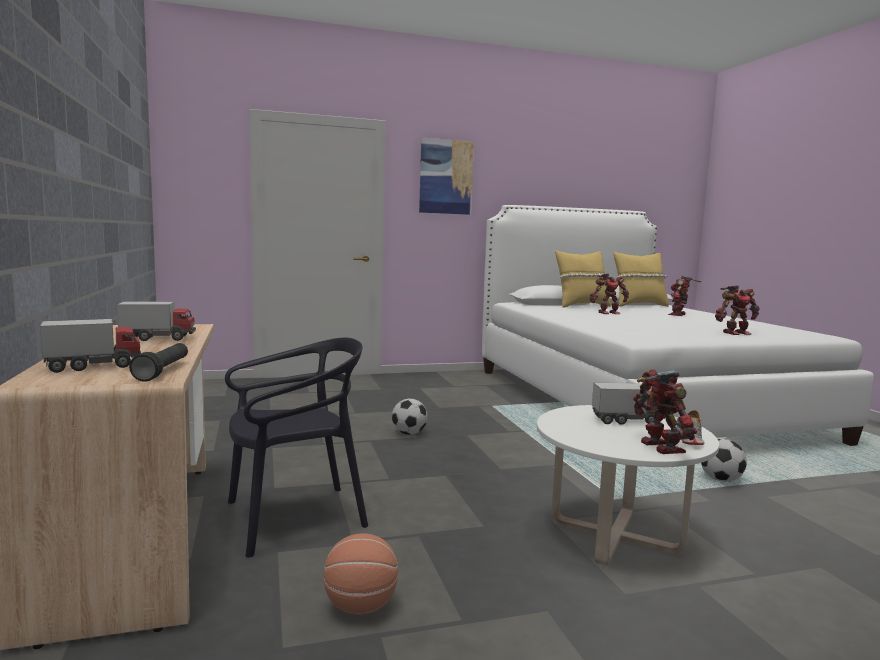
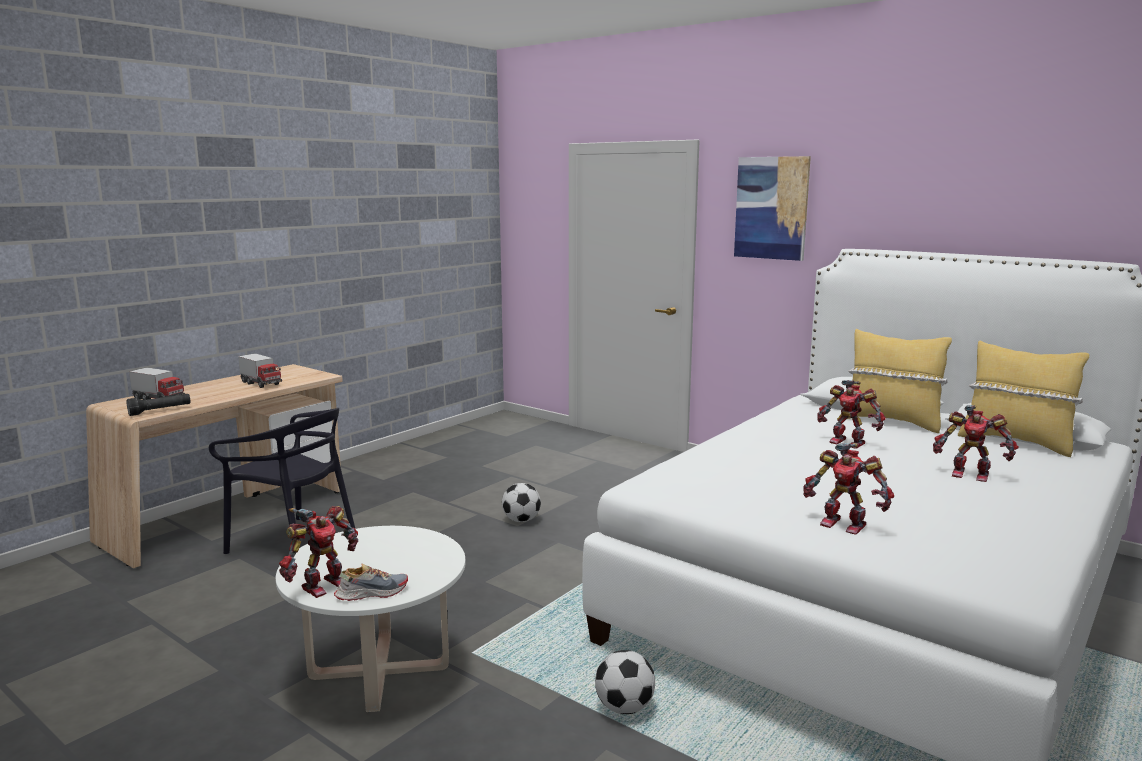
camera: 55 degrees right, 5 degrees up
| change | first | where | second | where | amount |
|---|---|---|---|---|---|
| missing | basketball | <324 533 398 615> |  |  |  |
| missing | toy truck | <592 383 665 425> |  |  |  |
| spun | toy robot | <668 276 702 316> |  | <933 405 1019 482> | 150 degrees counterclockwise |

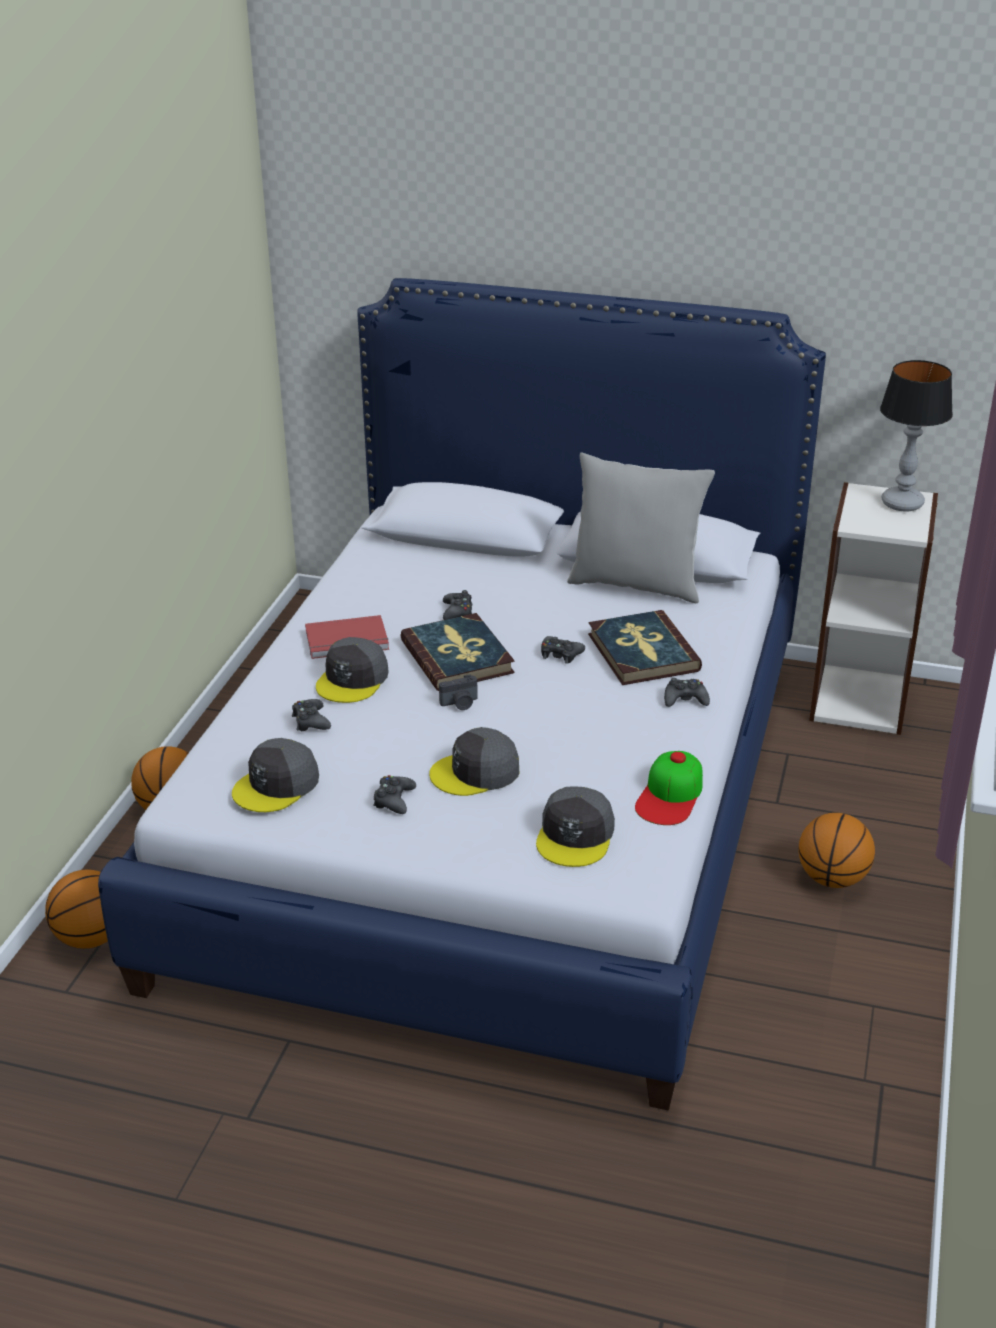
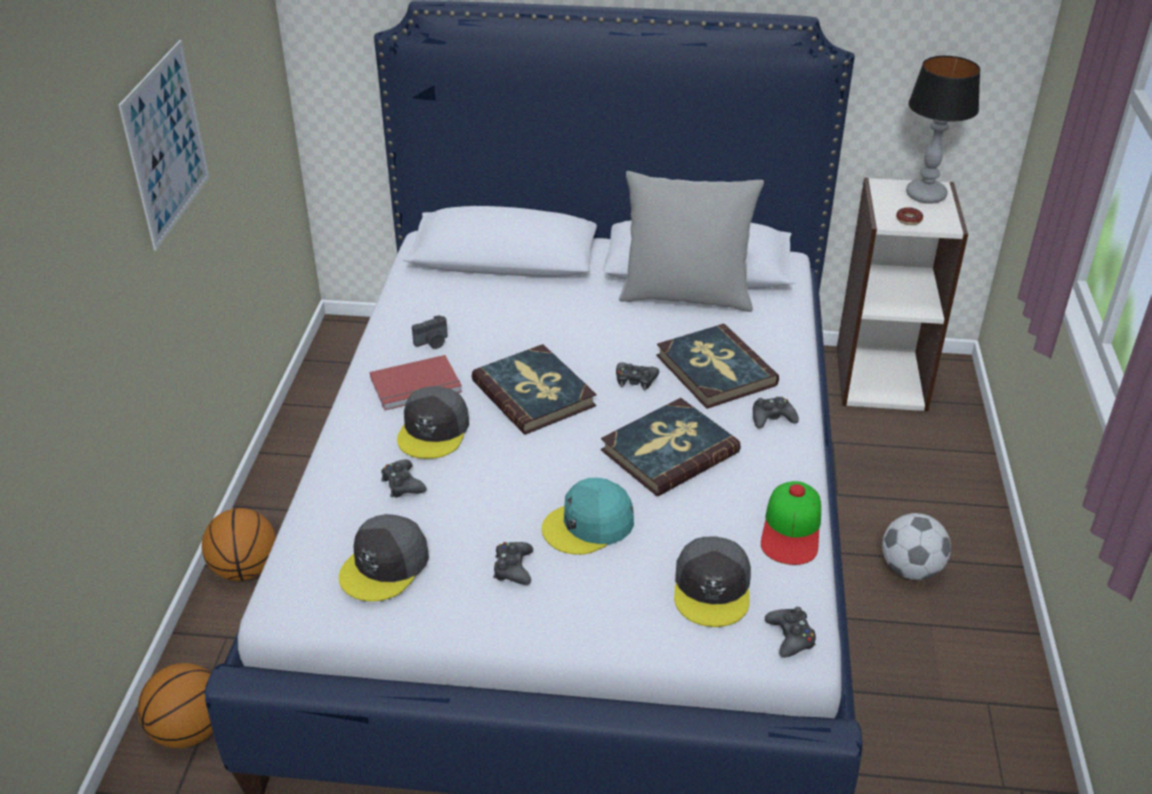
camera: 10 degrees left, 5 degrees up
| change | first | where | second | where | amount |
|---|---|---|---|---|---|
| colour | cap (grey) | <429 727 519 796> | cap (turquoise) | <542 478 634 555> |  |
| relocated | photo camera | <439 674 478 710> |  | <412 315 448 349> |  |
| relocated | game controller (black) | <443 590 473 620> |  | <765 607 816 658> |  |
| exchanged | basketball | <798 813 875 888> | football | <882 513 951 580> |  |
| appeared |  |  | picture | <118 40 210 251> |  |
| appeared |  |  | book | <601 398 741 496> |  |
| appeared |  |  | donut | <896 207 923 225> |  |

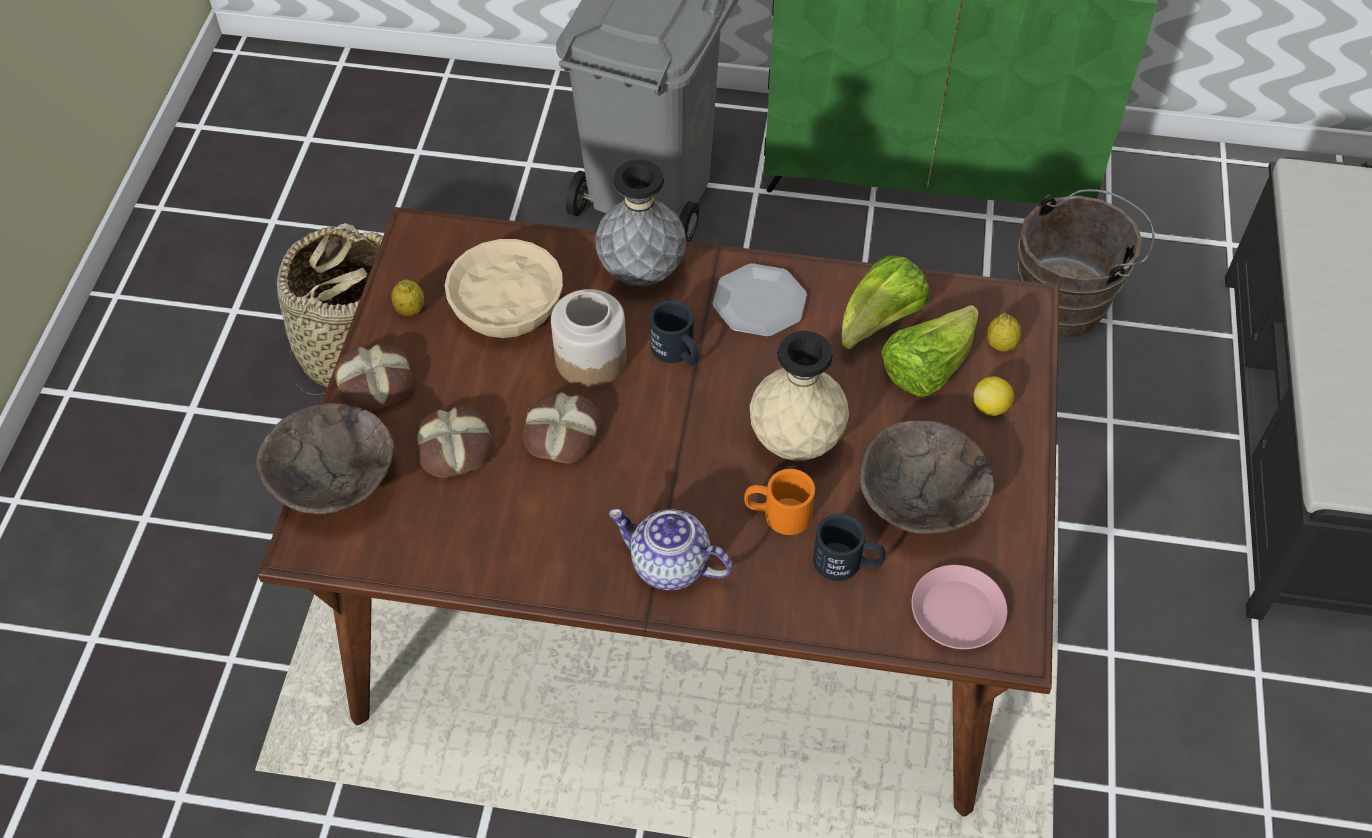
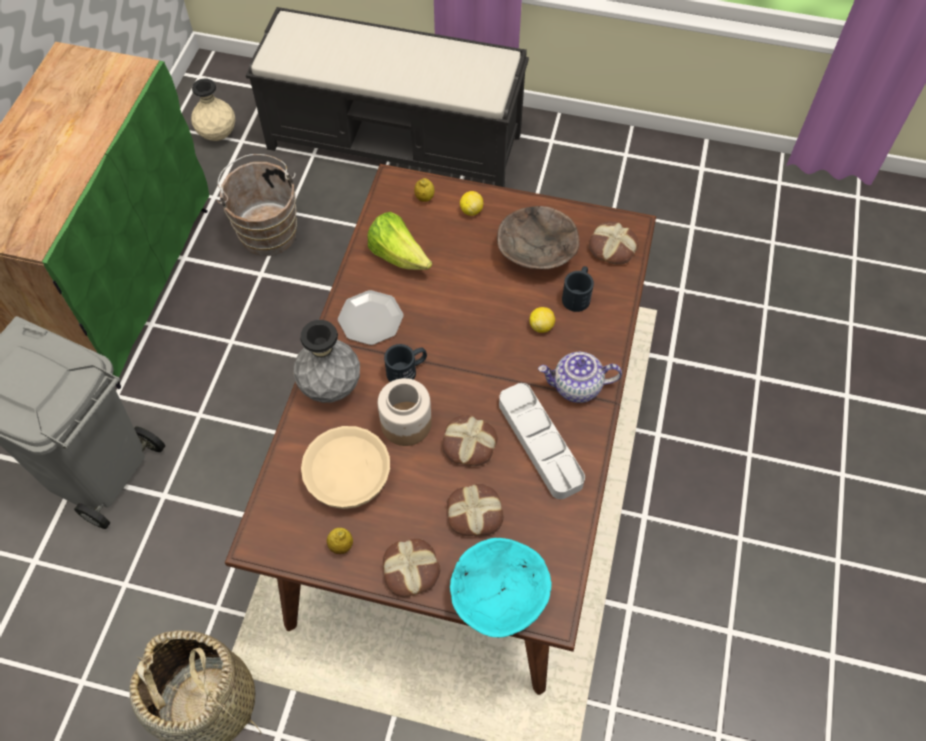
camera: 85 degrees left, 5 degrees up
| change | first | where | second | where | amount |
|---|---|---|---|---|---|
| colour | bowl (brown) | <256 403 394 514> | bowl (turquoise) | <450 538 552 637> |  |
| spun | teapot | <609 509 733 590> |  | <538 352 622 403> | 60 degrees clockwise |
| exchanged | mug (orange) | <744 469 815 535> | lemon | <529 307 555 333> |  |
| relocated | vase (beige) | <750 331 849 461> |  | <191 79 235 141> |  |
| missing | lettuce | <881 305 979 397> |  |  |  |
| exchanged | plate (pink) | <912 565 1007 649> | bread | <589 221 639 265> |  |
| appeared |  |  | tray (grey) | <499 383 585 499> |  |

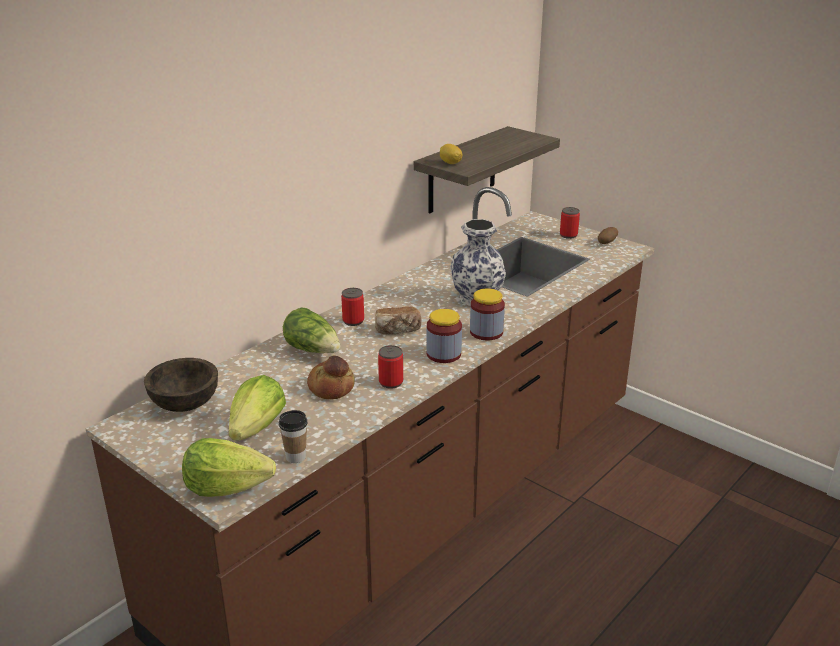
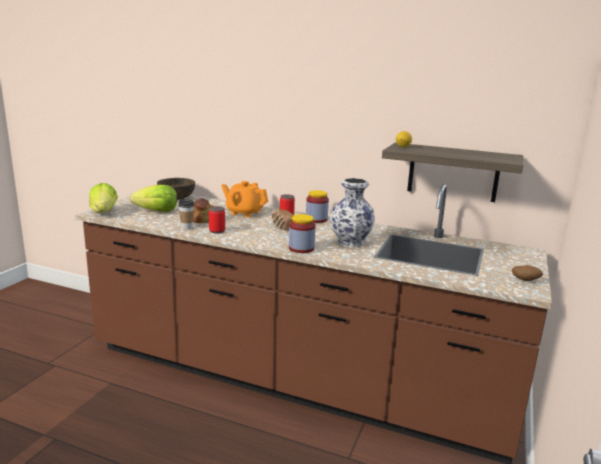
camera: 70 degrees right, 10 degrees down
| change | first | where | second | where | amount |
|---|---|---|---|---|---|
| relocated | cup | <279 410 307 463> |  | <178 199 195 230> |  |
| exchanged | lettuce | <283 307 340 353> | teapot (orange) | <221 181 268 217> |  |
| relocated | jar | <426 309 462 363> |  | <306 190 329 223> |  |
| missing | can | <560 207 580 239> |  |  |  |

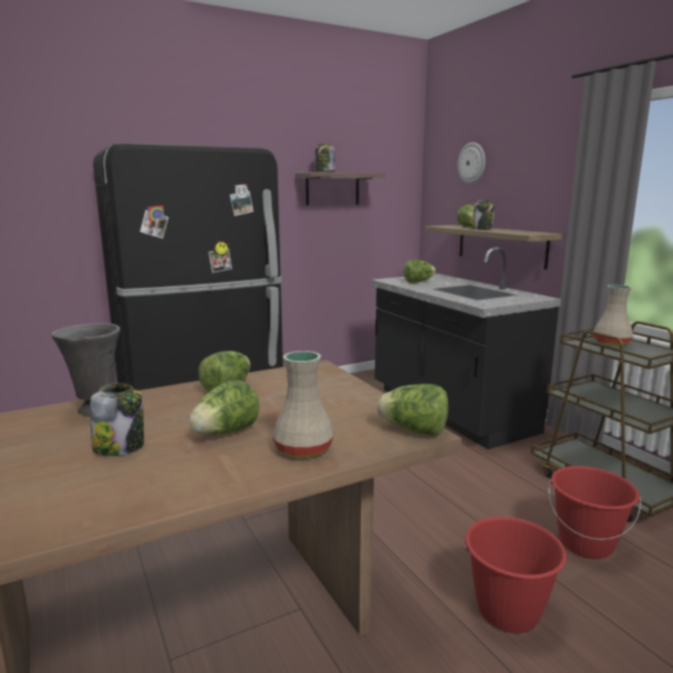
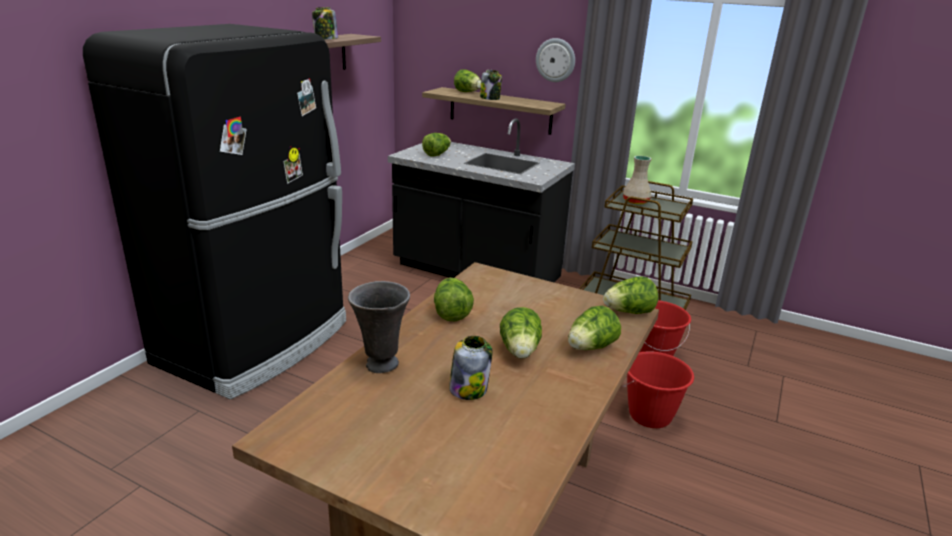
camera: 35 degrees left, 10 degrees up
| change | first | where | second | where | amount |
|---|---|---|---|---|---|
| exchanged | vase (beige) | <273 351 334 458> | lettuce | <568 306 621 350> |  |
| relocated | wall clock | <458 142 485 184> |  | <536 38 575 82> |  |

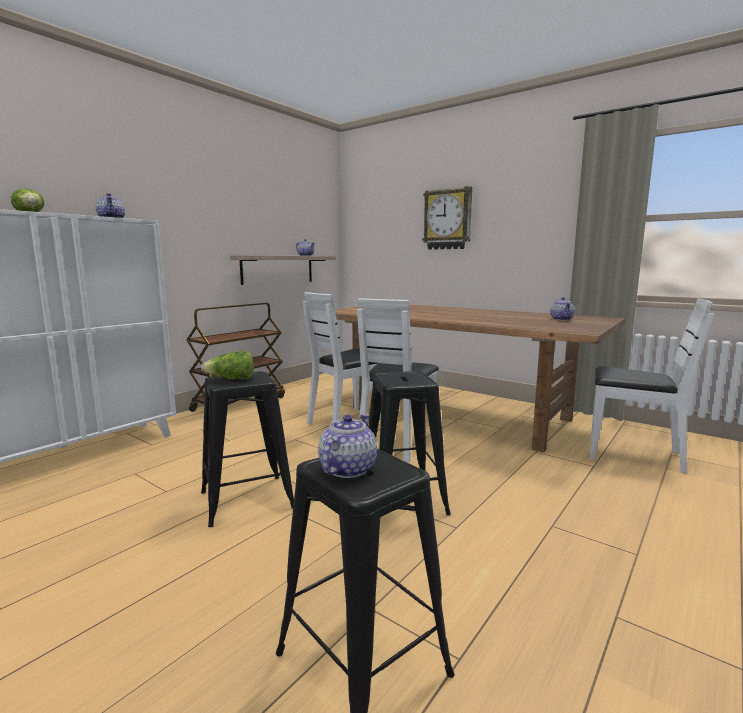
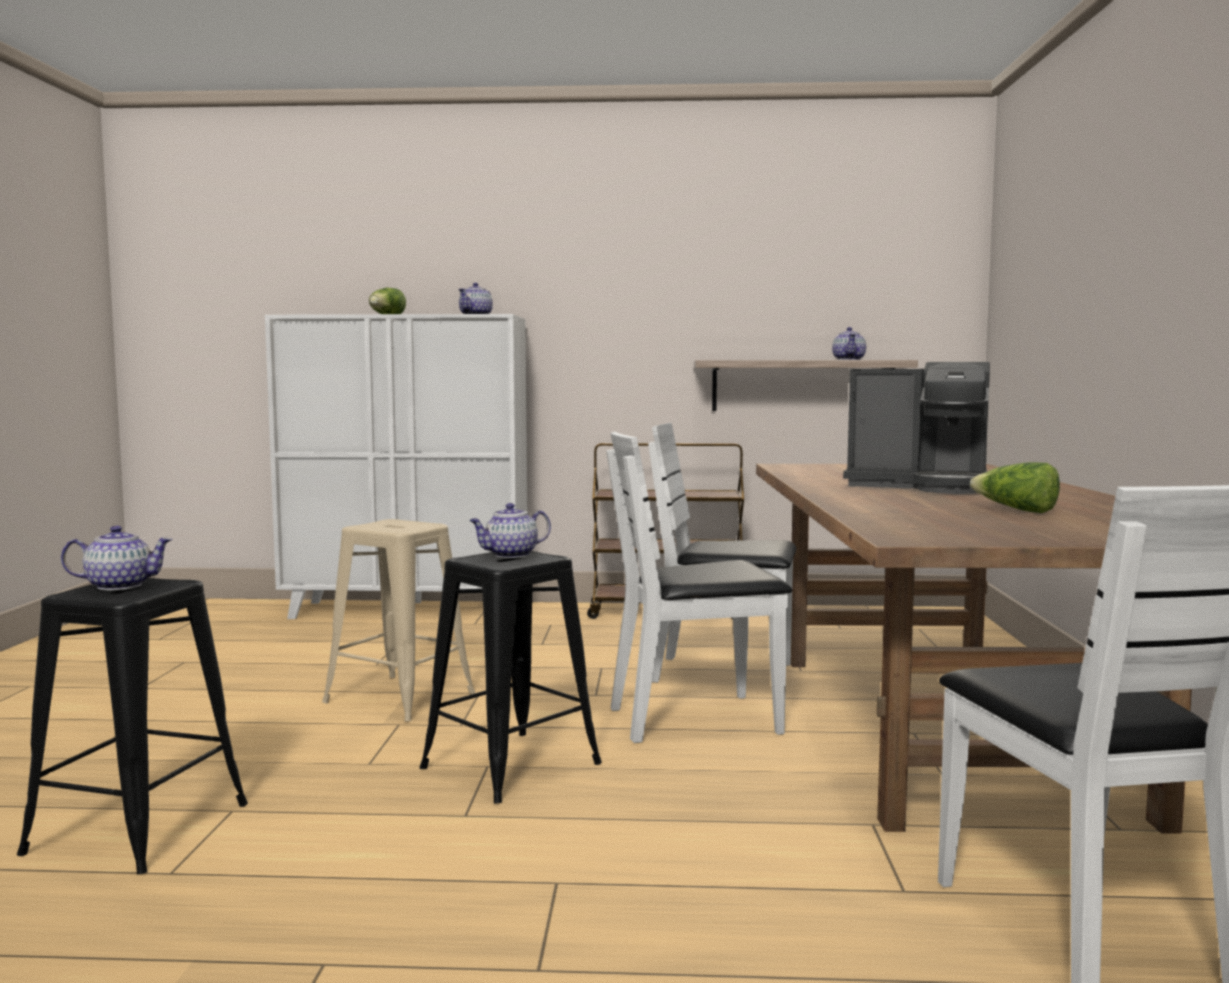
camera: 55 degrees right, 5 degrees down
| change | first | where | second | where | amount |
|---|---|---|---|---|---|
| relocated | lettuce | <201 351 254 380> |  | <970 462 1060 513> |  |
| colour | stool (black) | <201 372 294 527> | stool (beige) | <322 519 475 721> |  |
| missing | wall clock | <422 186 472 250> |  |  |  |
| relocated | teapot | <550 297 575 320> |  | <469 503 551 558> |  |
| appeared |  |  | coffee machine | <843 362 990 494> |  |

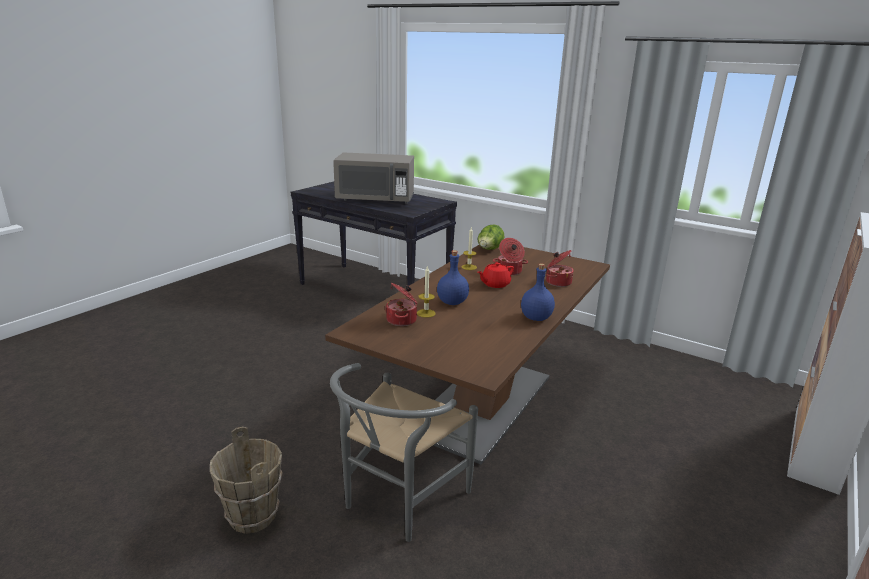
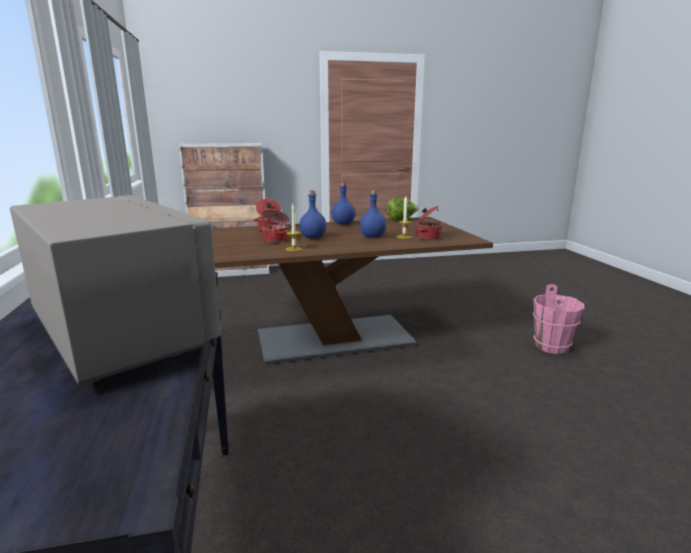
camera: 135 degrees left, 5 degrees down
| change | first | where | second | where | amount |
|---|---|---|---|---|---|
| colour | bucket (brown) | <210 427 283 534> | bucket (pink) | <532 284 584 354> |  |
| missing | chair (grey) | <330 363 478 542> |  |  |  |
| relocated | lettuce | <477 225 505 250> |  | <386 198 419 221> |  |
| exchanged | teapot (red) | <478 262 514 288> | bottle (blue) | <299 190 326 239> |  |

